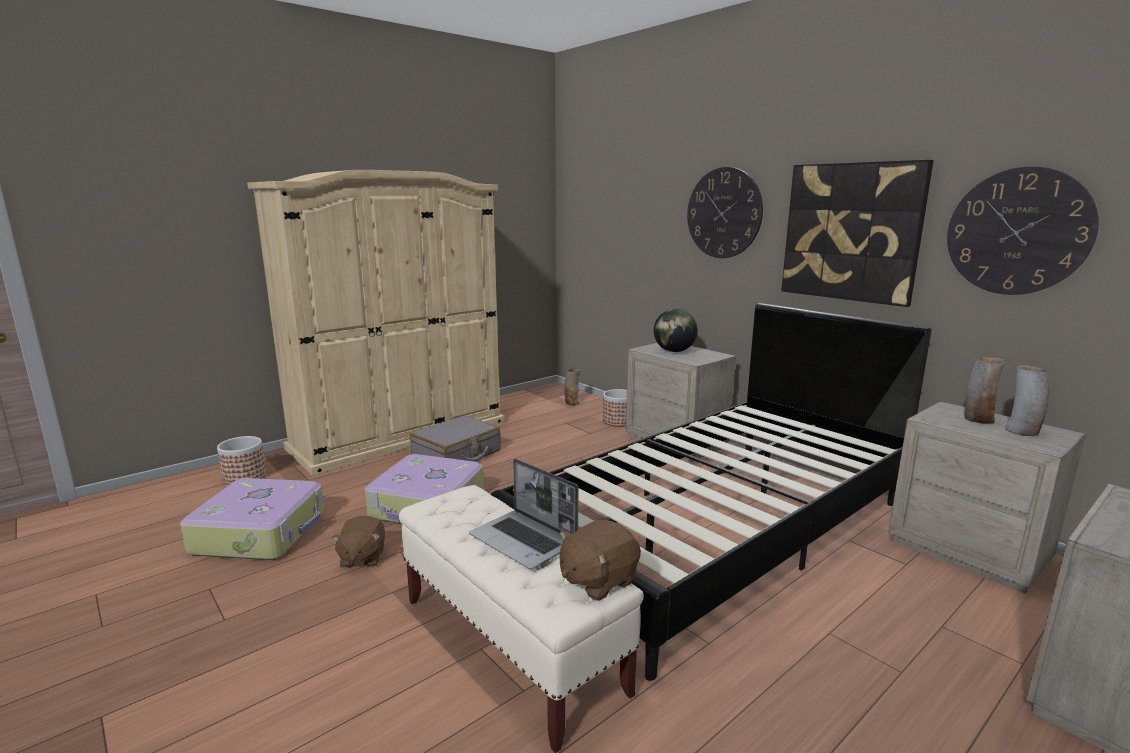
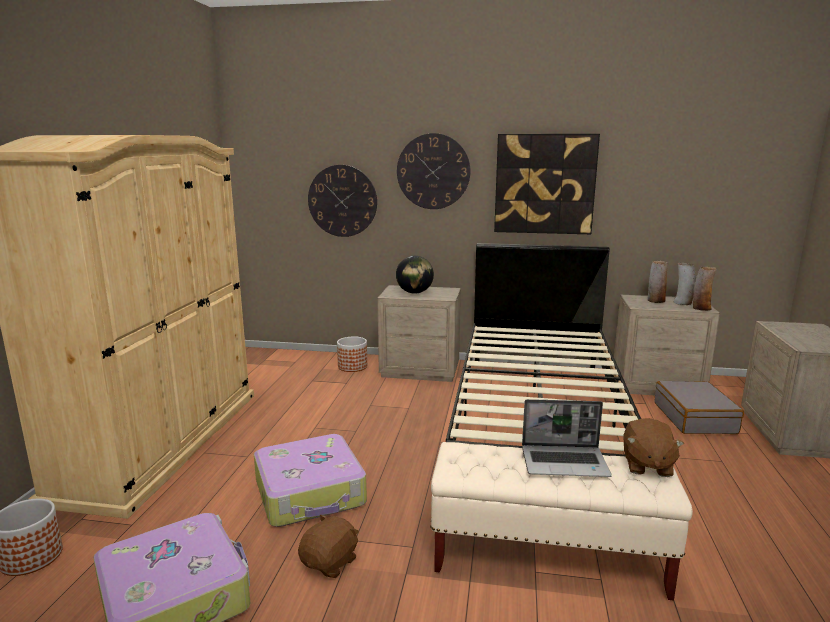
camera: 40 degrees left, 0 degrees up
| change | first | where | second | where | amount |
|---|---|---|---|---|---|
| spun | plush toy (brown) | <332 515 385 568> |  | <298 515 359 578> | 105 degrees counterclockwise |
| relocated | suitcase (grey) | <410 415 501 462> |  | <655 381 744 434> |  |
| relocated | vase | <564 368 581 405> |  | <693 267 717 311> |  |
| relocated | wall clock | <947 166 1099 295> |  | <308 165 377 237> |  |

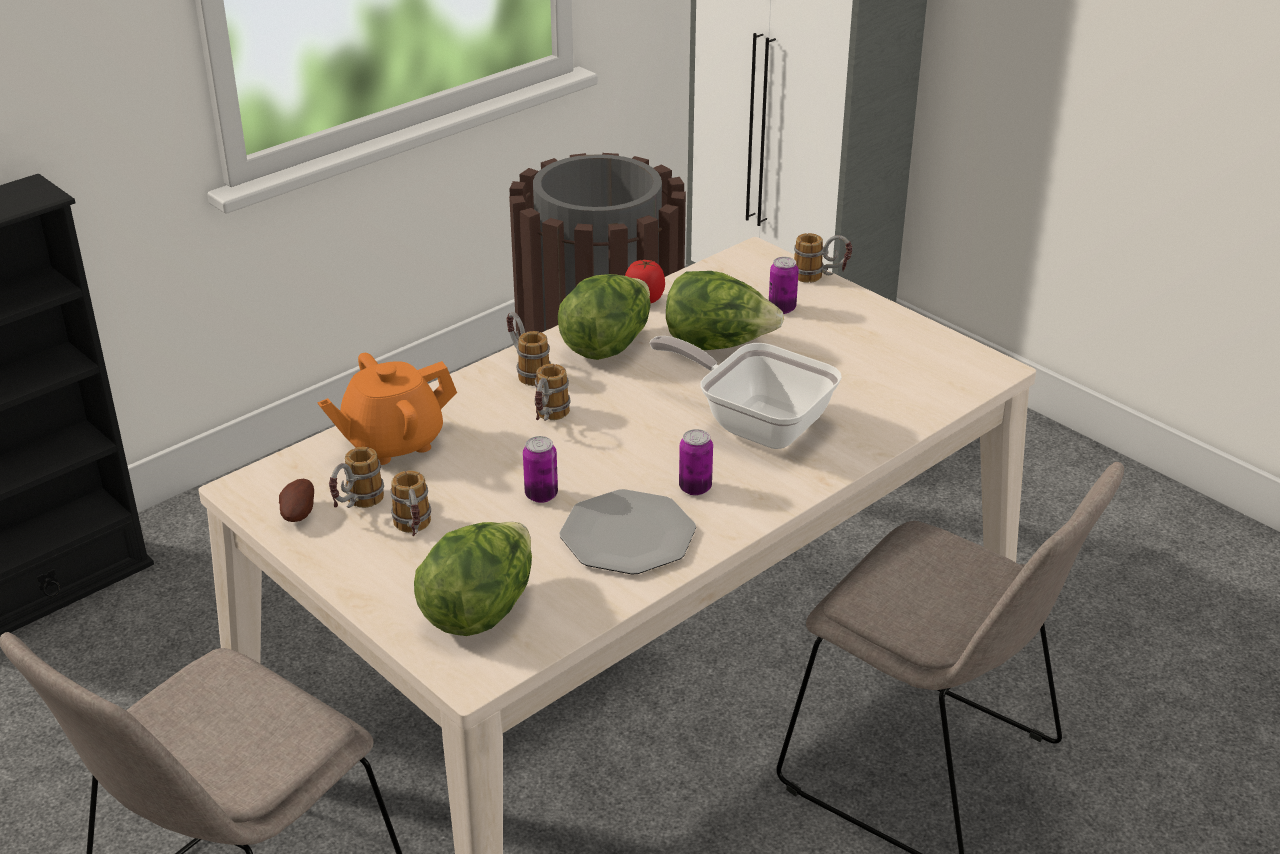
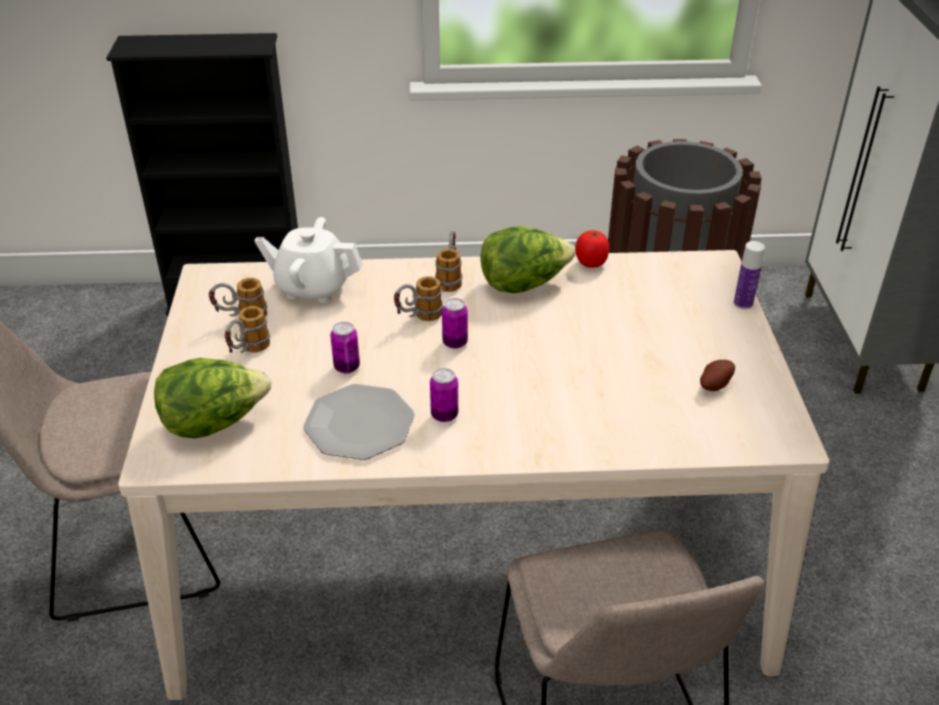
camera: 40 degrees right, 5 degrees up
| change | first | where | second | where | amount |
|---|---|---|---|---|---|
| relocated | potato | <279 479 314 522> |  | <700 360 735 391> |  |
| colour | teapot (orange) | <317 353 457 465> | teapot (white) | <255 217 363 303> |  |
| missing | frying pan | <650 336 842 449> |  |  |  |
| missing | lettuce | <666 271 784 350> |  |  |  |
| relocated | can | <769 257 799 314> |  | <442 298 468 349> |  |
| exchanged | mug | <794 233 852 283> | bottle | <734 241 765 310> |  |

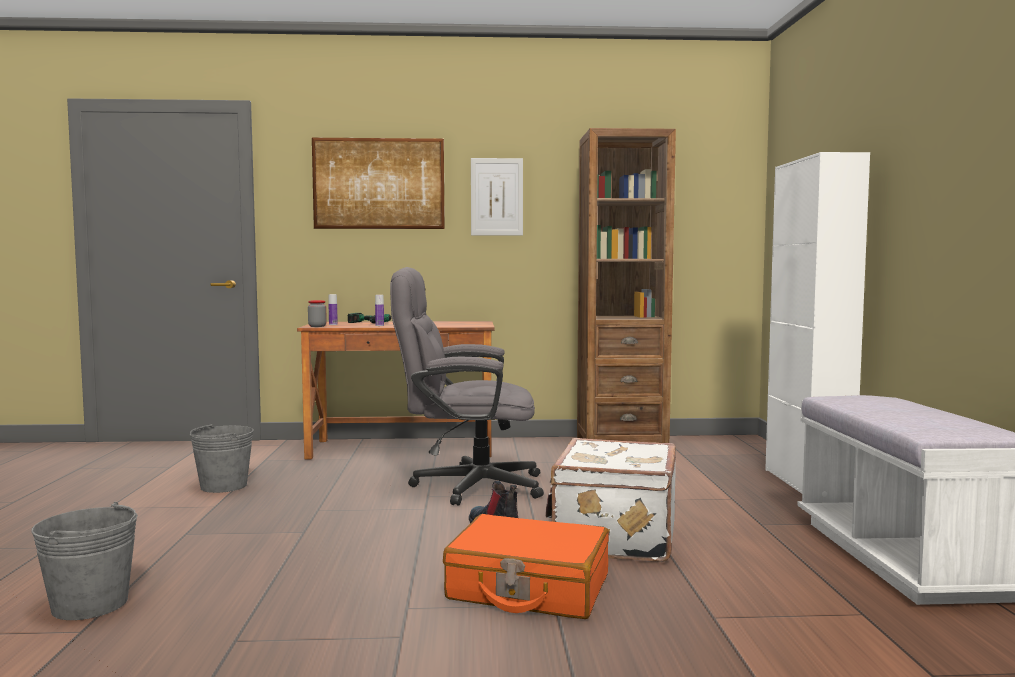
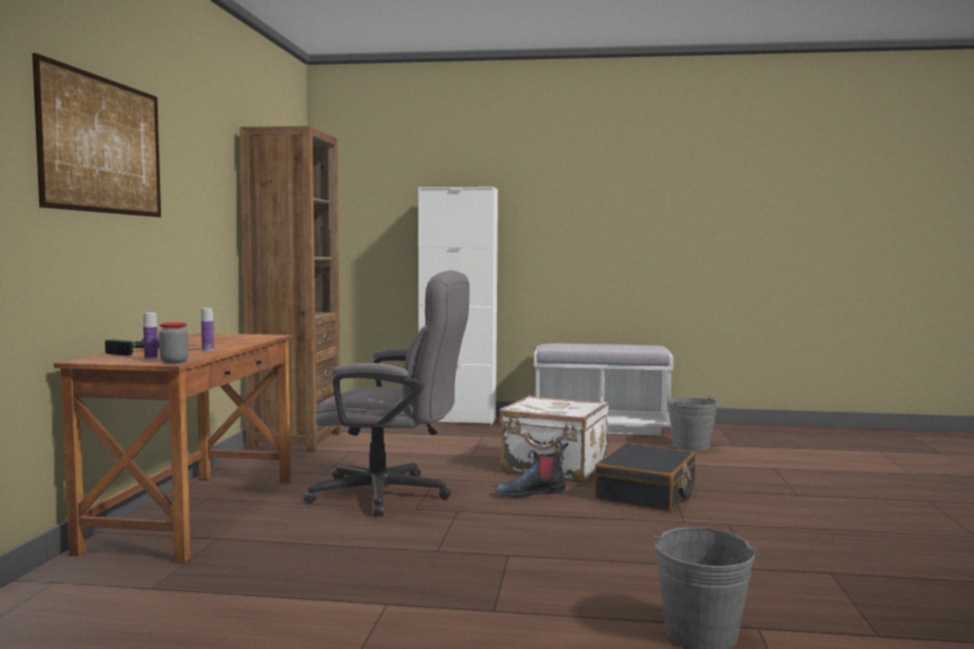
camera: 80 degrees left, 0 degrees up
| change | first | where | second | where | amount |
|---|---|---|---|---|---|
| relocated | bucket (grey) | <190 423 254 493> |  | <668 397 718 451> |  |
| spun | office chair (grey) | <390 267 544 506> |  | <304 270 470 516> | 90 degrees counterclockwise |
| colour | suitcase (orange) | <443 514 609 619> | suitcase (black) | <594 443 696 511> |  |
| missing | picture | <471 158 523 236> |  |  |  |

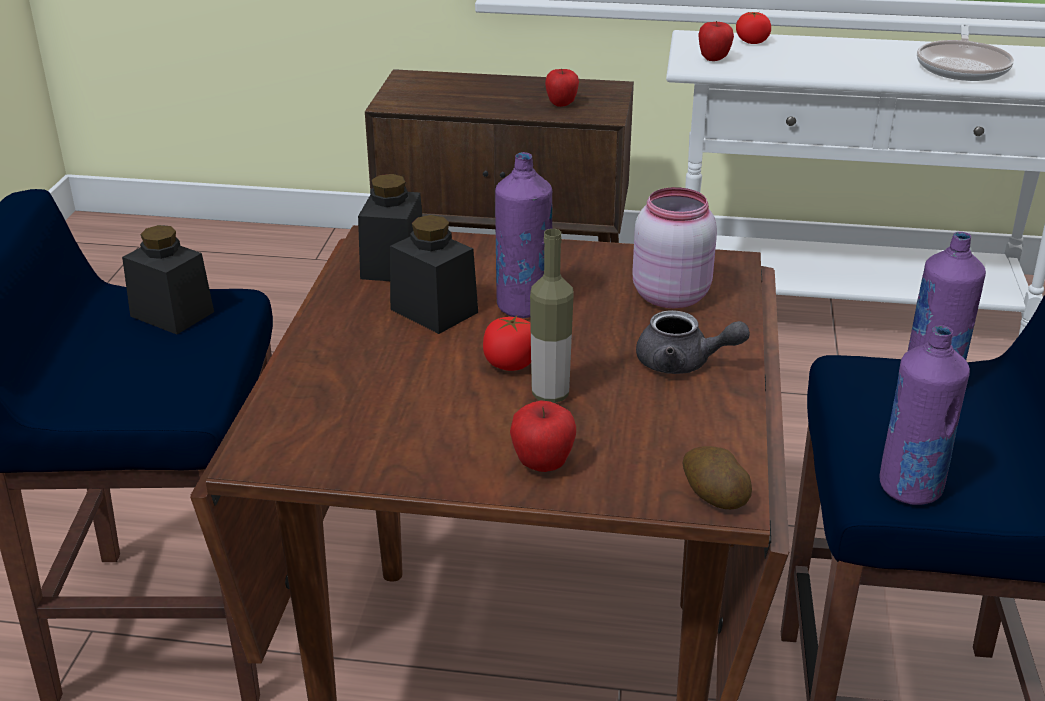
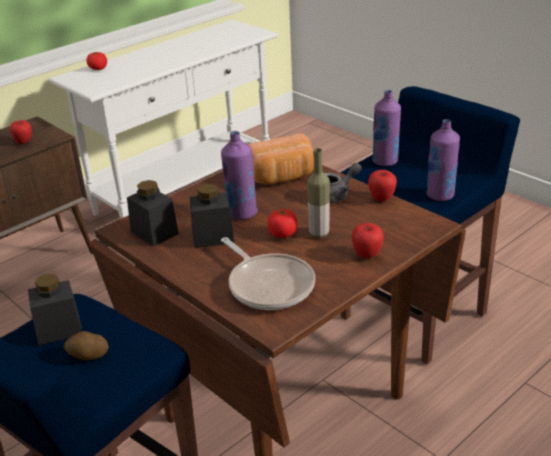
camera: 50 degrees left, 0 degrees up
| change | first | where | second | where | amount |
|---|---|---|---|---|---|
| exchanged | jar (pink) | <633 187 717 308> | bread | <248 133 314 185> |  |
| relocated | potato | <682 446 752 509> |  | <64 331 109 360> |  |
| relocated | apple | <698 21 734 61> |  | <368 170 397 202> |  |
| relocated | frying pan | <917 24 1014 81> |  | <221 237 315 310> |  |

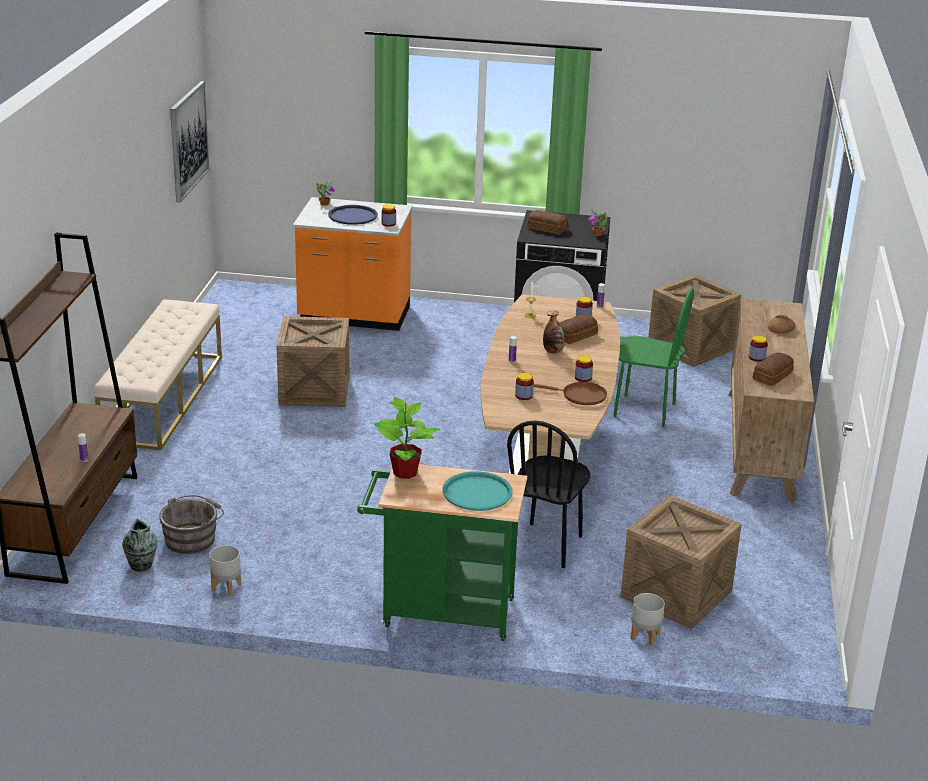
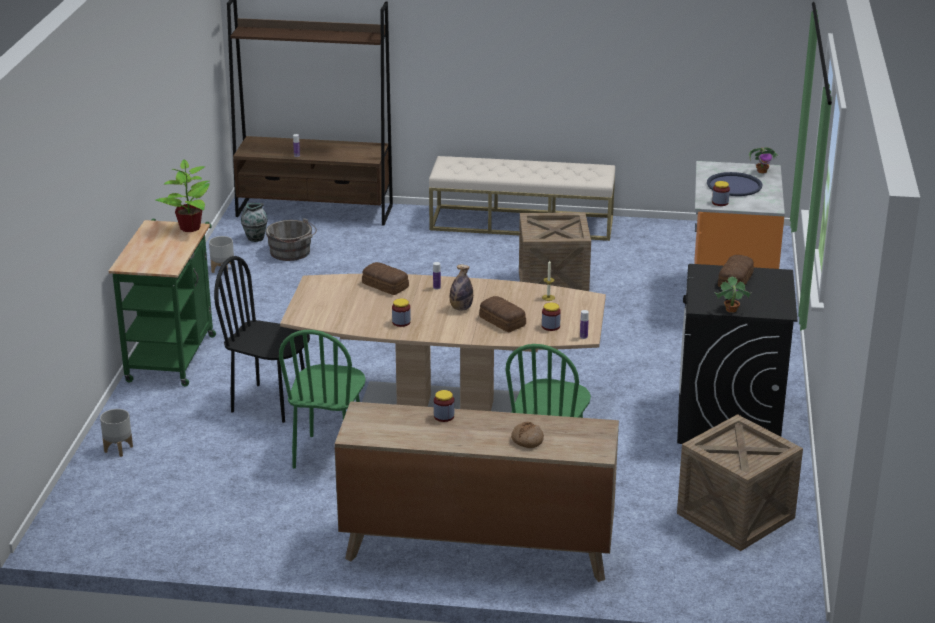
camera: 90 degrees right, 0 degrees up
| change | first | where | second | where | amount |
|---|---|---|---|---|---|
| missing | picture | <170 81 210 202> |  |  |  |
| missing | tray (turquoise) | <442 471 512 511> |  |  |  |
| missing | jar | <515 373 534 400> |  |  |  |
| missing | frying pan (brown) | <533 382 607 405> |  |  |  |
| missing | crate | <621 495 742 629> |  |  |  |
| relocated | bread | <753 353 794 386> |  | <362 262 409 295> |  |
| appeared |  |  | chair (green) | <279 330 366 469> |  |

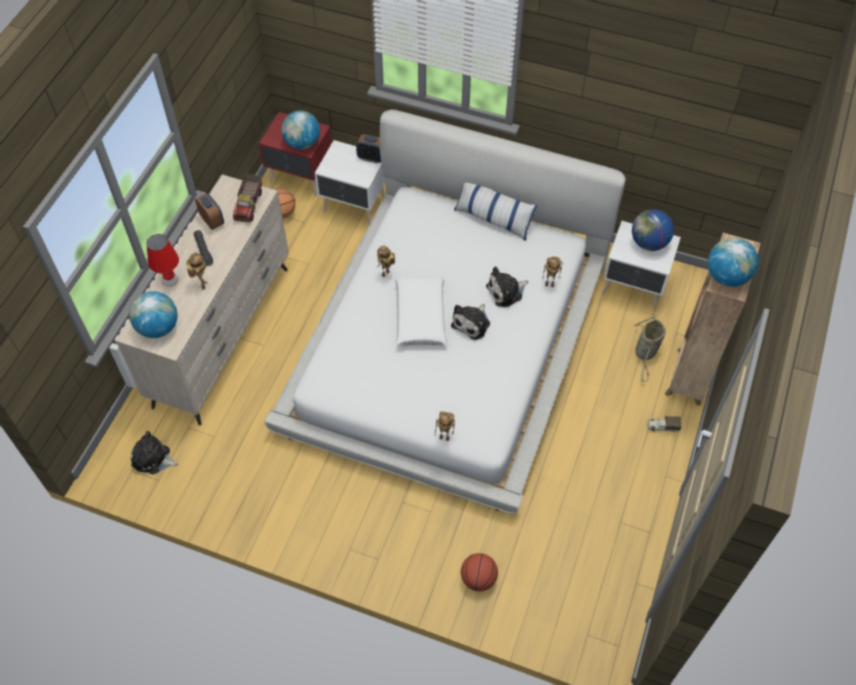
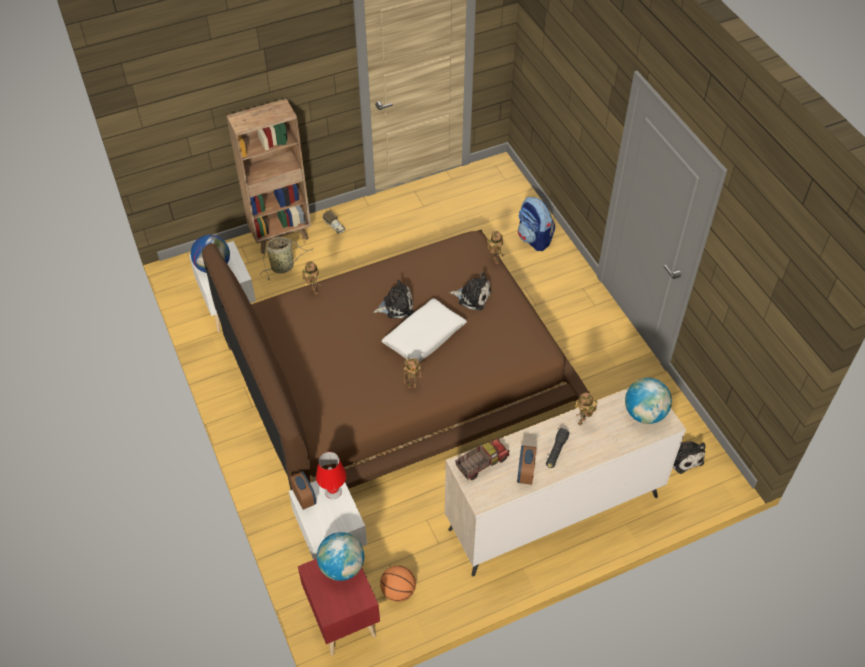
camera: 135 degrees left, 5 degrees down
| change | first | where | second | where | amount |
|---|---|---|---|---|---|
| relocated | table lamp (red) | <147 234 179 286> |  | <316 452 347 499> |  |
| colour | bed (white) | <265 110 626 514> | bed (brown) | <202 230 590 490> |  |
| missing | pillow | <454 183 537 241> |  |  |  |
| exchanged | basketball | <461 553 498 591> | backpack | <518 197 555 251> |  |
| relocated | plush toy | <486 267 528 307> |  | <449 273 492 310> |  |
| missing | globe | <708 238 759 287> |  |  |  |

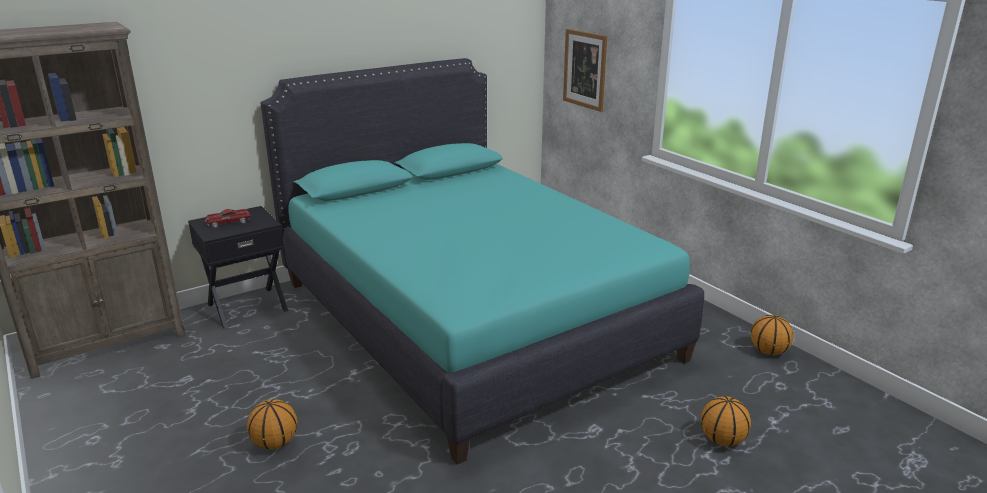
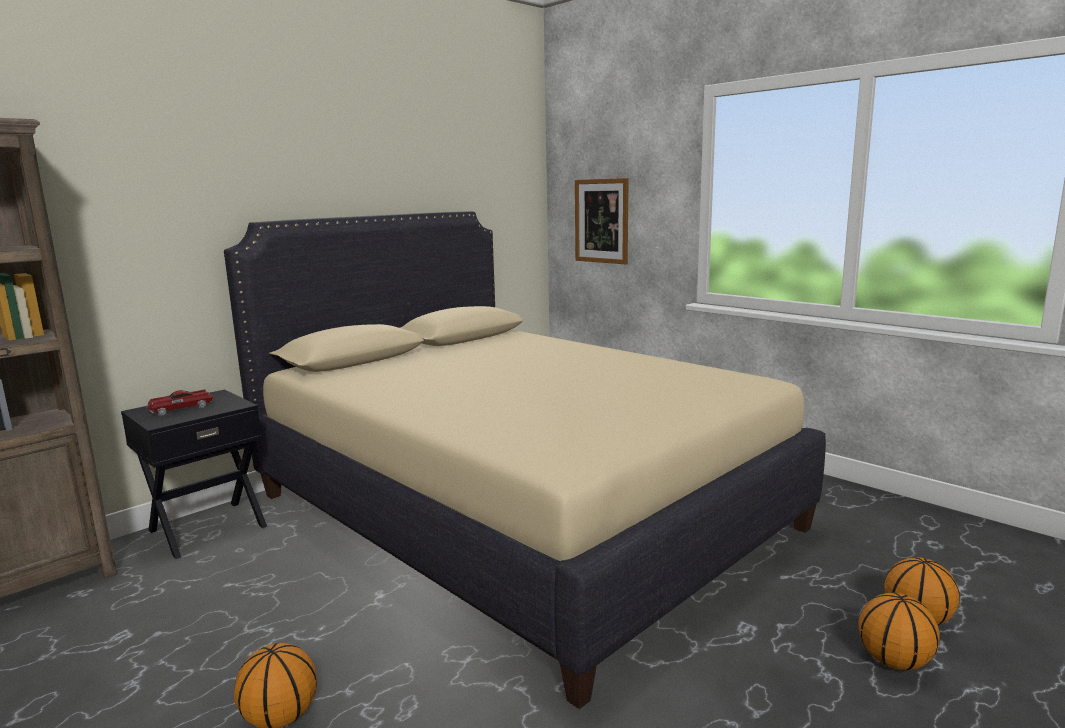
camera: 10 degrees left, 10 degrees down
| change | first | where | second | where | amount |
|---|---|---|---|---|---|
| colour | bed (turquoise) | <260 58 704 464> | bed (beige) | <224 211 826 709> |  |
| relocated | basketball | <751 315 794 355> |  | <858 593 940 670> |  |

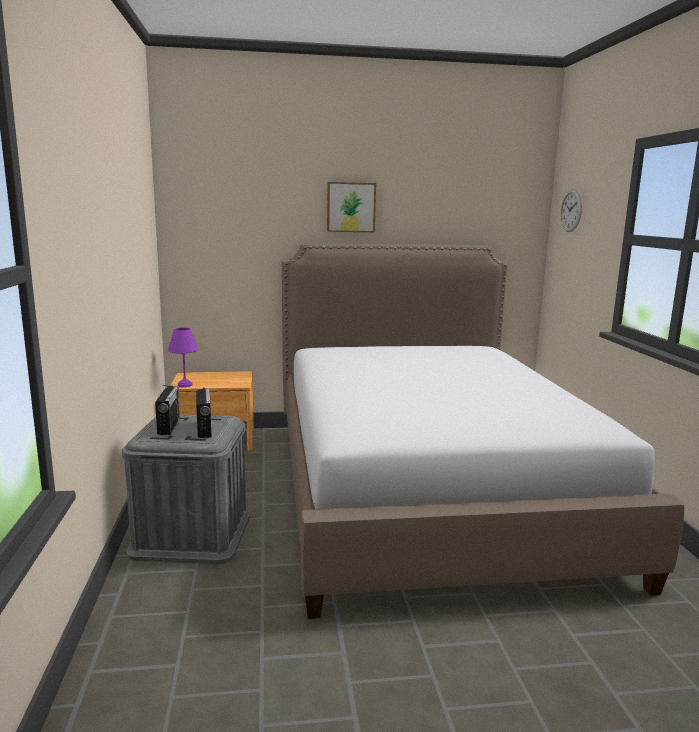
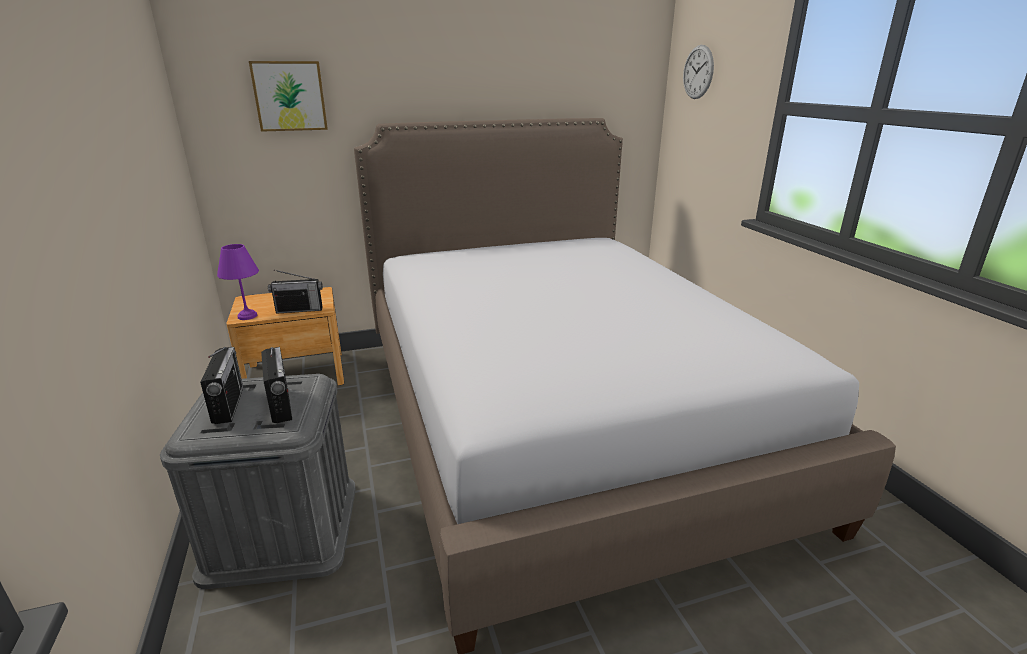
camera: 10 degrees left, 10 degrees up
| change | first | where | second | where | amount |
|---|---|---|---|---|---|
| relocated | picture | <327 182 376 232> |  | <249 61 328 132> |  |
| appeared |  |  | radio | <268 270 323 314> |  |

